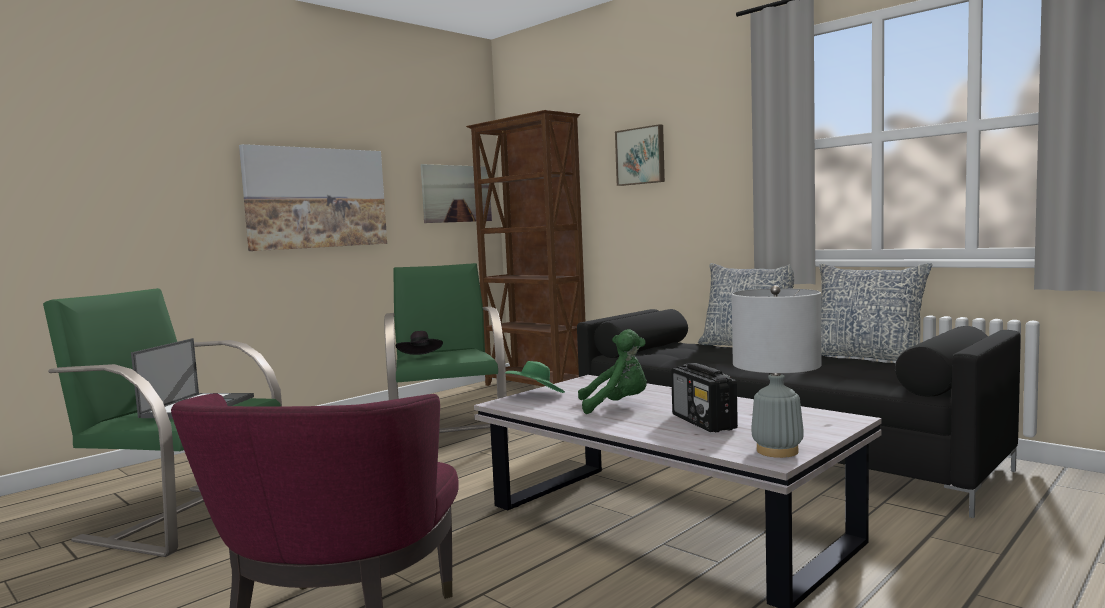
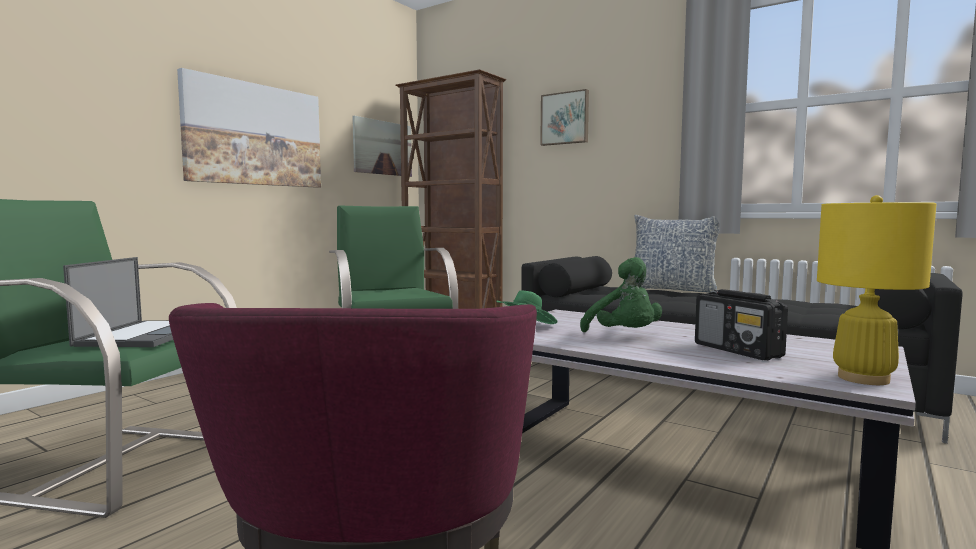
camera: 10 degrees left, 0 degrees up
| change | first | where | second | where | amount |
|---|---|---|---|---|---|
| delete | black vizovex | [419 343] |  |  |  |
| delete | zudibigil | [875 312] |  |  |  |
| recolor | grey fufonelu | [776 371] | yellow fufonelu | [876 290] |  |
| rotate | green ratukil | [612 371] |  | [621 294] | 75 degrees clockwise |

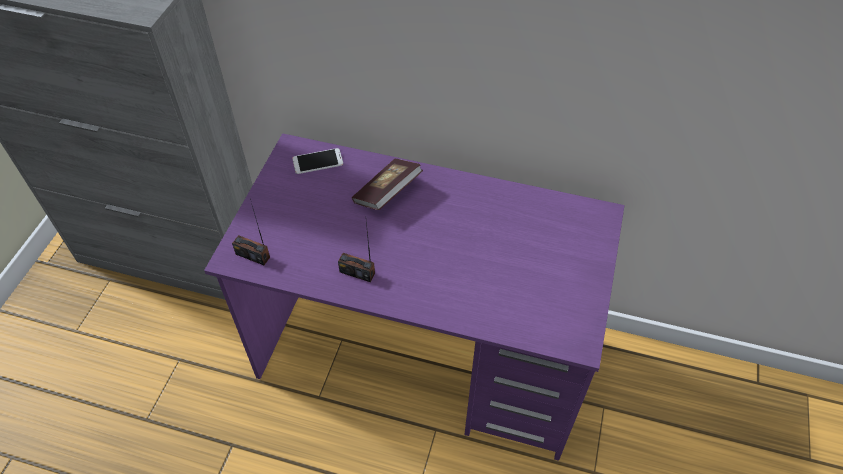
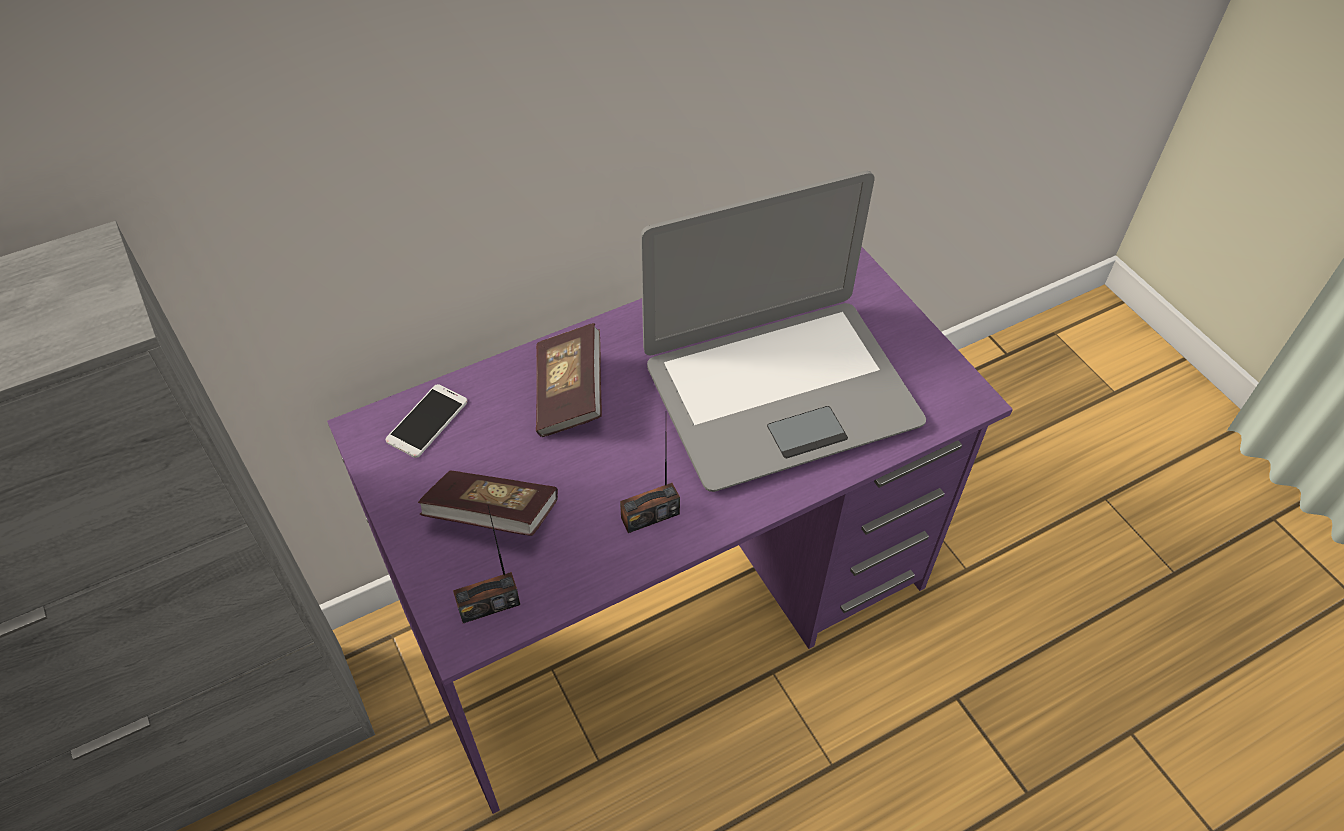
camera: 45 degrees left, 0 degrees up
| change | first | where | second | where | amount |
|---|---|---|---|---|---|
| insert |  |  | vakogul | [488 503] |  |
| insert |  |  | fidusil | [783 331] |  |

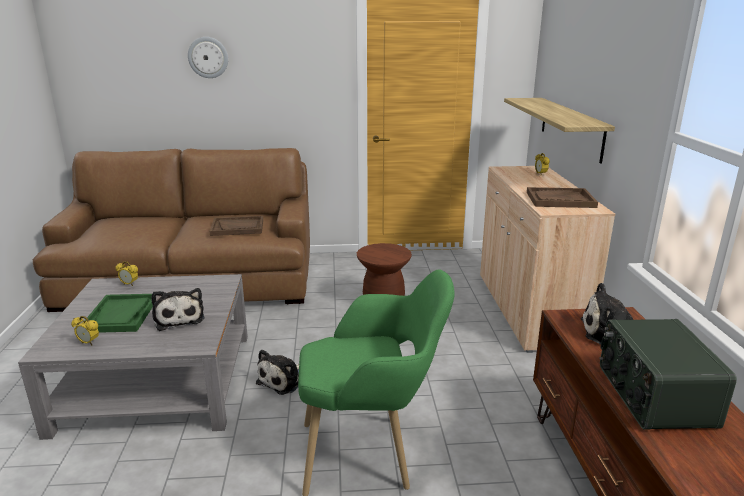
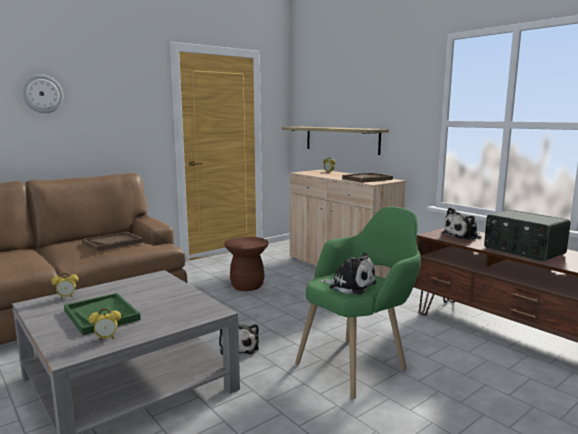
camera: 35 degrees left, 10 degrees down
| change | first | where | second | where | amount |
|---|---|---|---|---|---|
| move | ratukil | [177 309] |  | [347 273] |  |

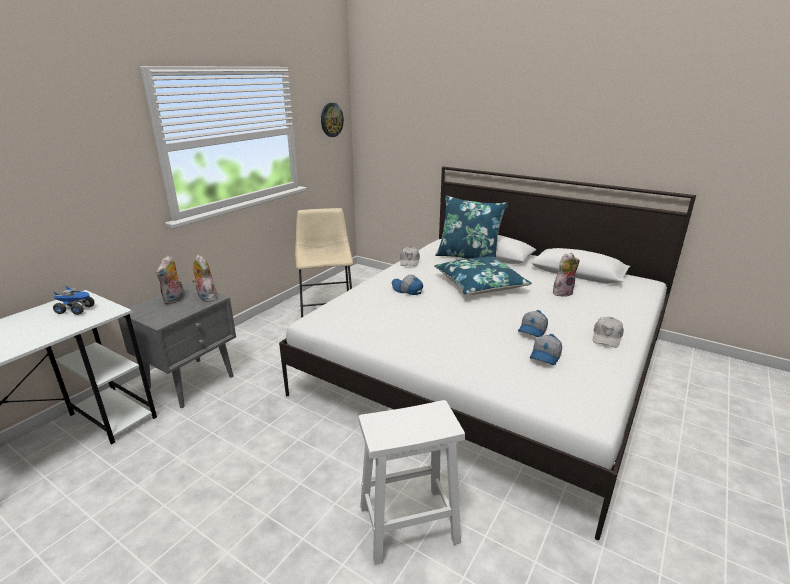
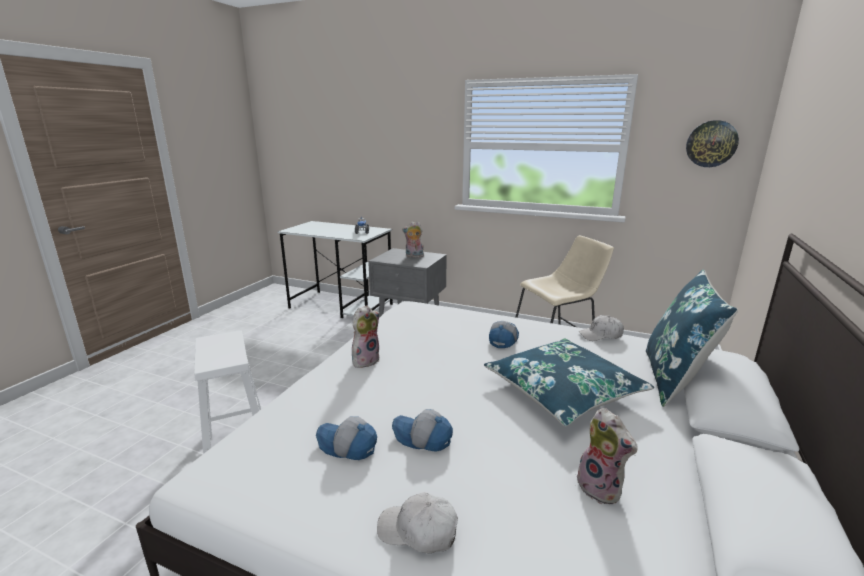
camera: 80 degrees right, 5 degrees down
| change | first | where | second | where | amount |
|---|---|---|---|---|---|
| move | ratukil | [204 278] |  | [366 336] |  |

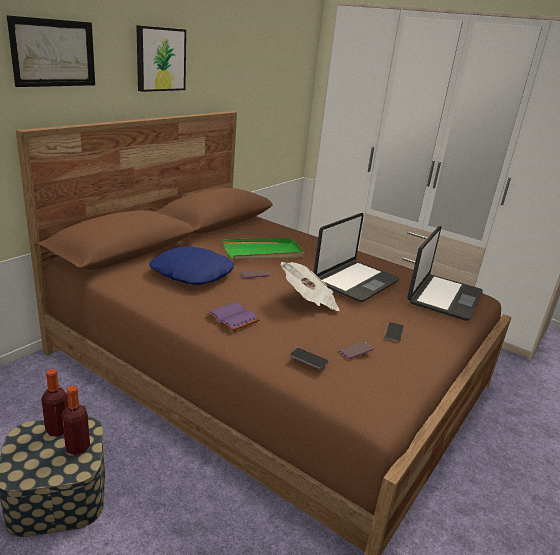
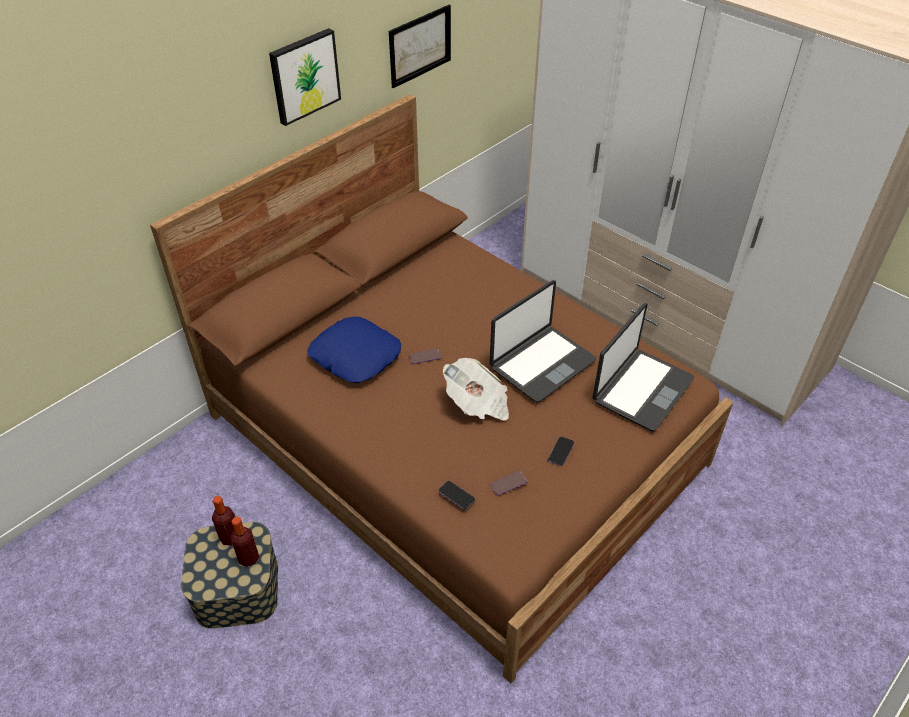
camera: 10 degrees right, 20 degrees up
| change | first | where | second | where | amount |
|---|---|---|---|---|---|
| delete | purple vakogul | [233 316] |  |  |  |
| delete | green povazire | [264 248] |  |  |  |
| move | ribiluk | [51 51] |  | [420 46] |  |

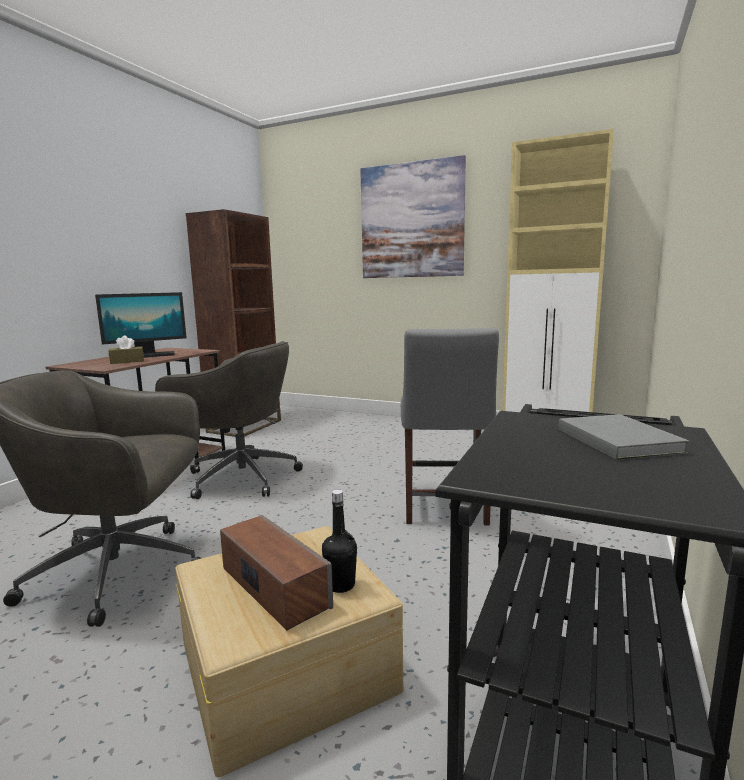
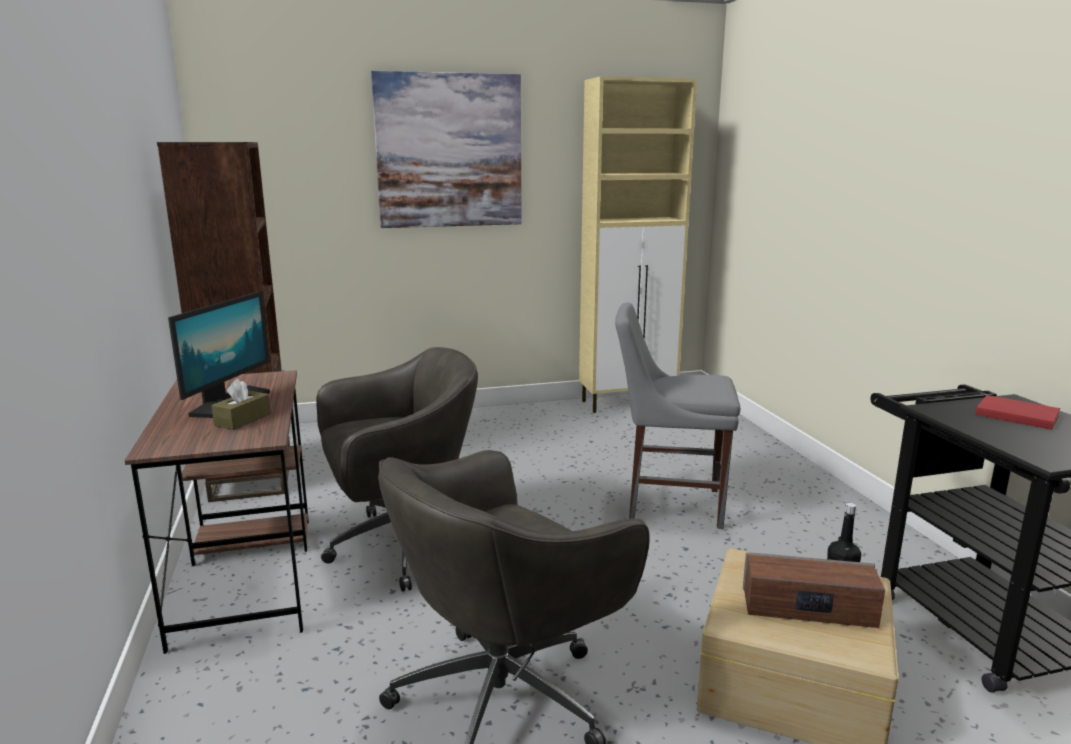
camera: 40 degrees left, 5 degrees up
| change | first | where | second | where | amount |
|---|---|---|---|---|---|
| recolor | grey vakogul | [624 437] | red vakogul | [1017 412] |  |
| rotate | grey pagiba | [450 426] |  | [677 416] | 135 degrees clockwise |

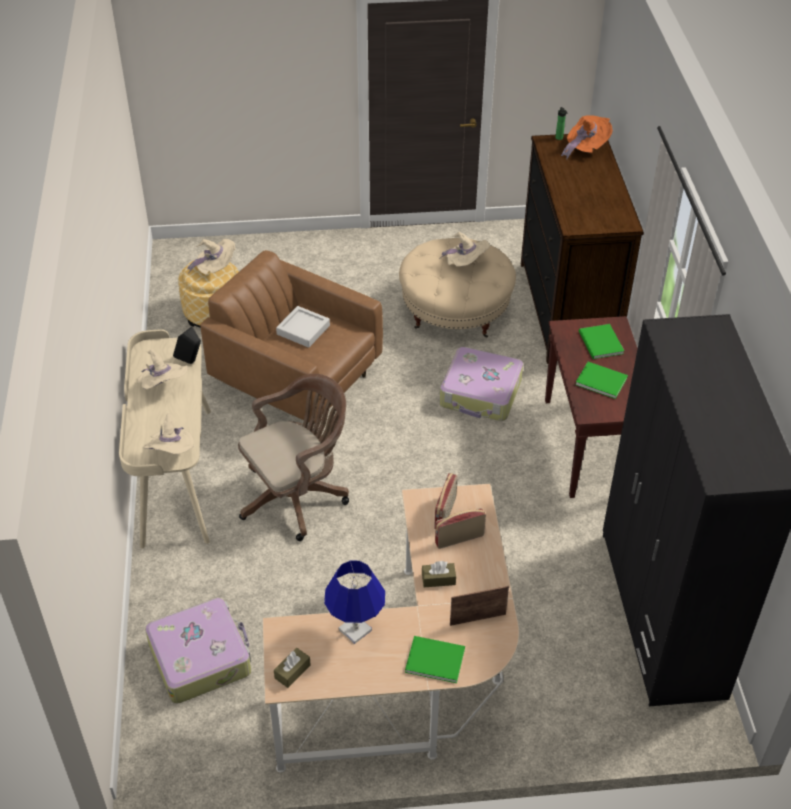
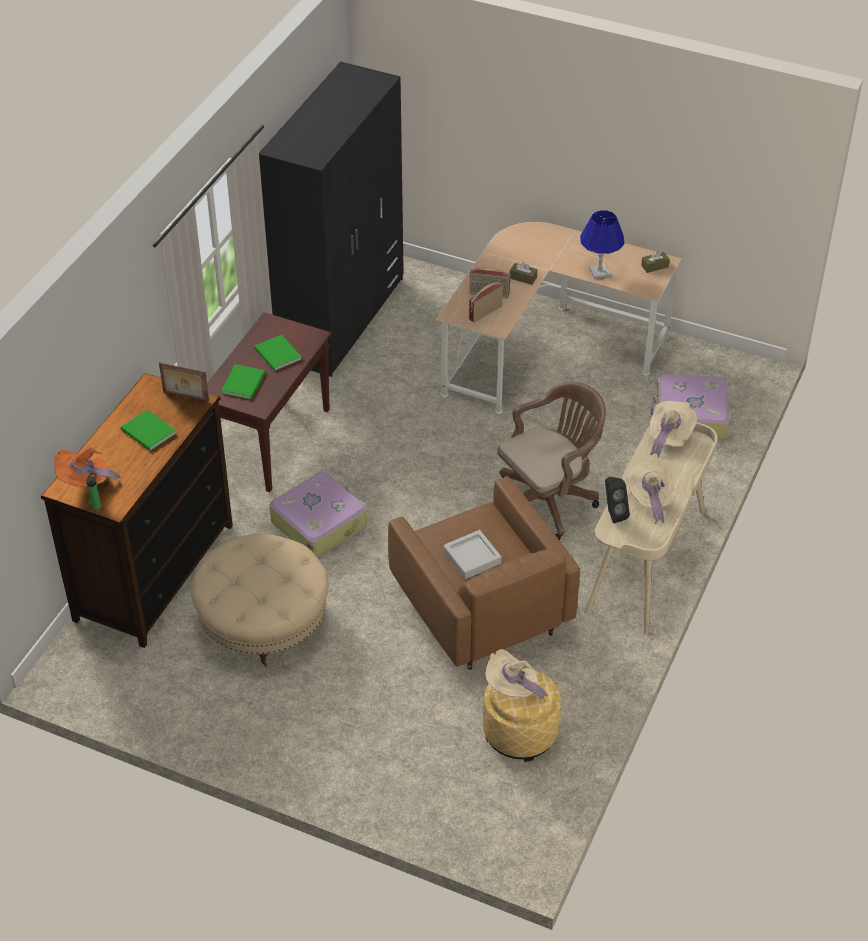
camera: 150 degrees left, 0 degrees up
| change | first | where | second | where | amount |
|---|---|---|---|---|---|
| delete | beige vizovex | [464 249] |  |  |  |
| move | green vakogul | [435 659] |  | [149 430] |  |
| move | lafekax | [479 606] |  | [184 382] |  |
| rotate | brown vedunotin | [293 457] |  | [551 461] | 150 degrees clockwise |

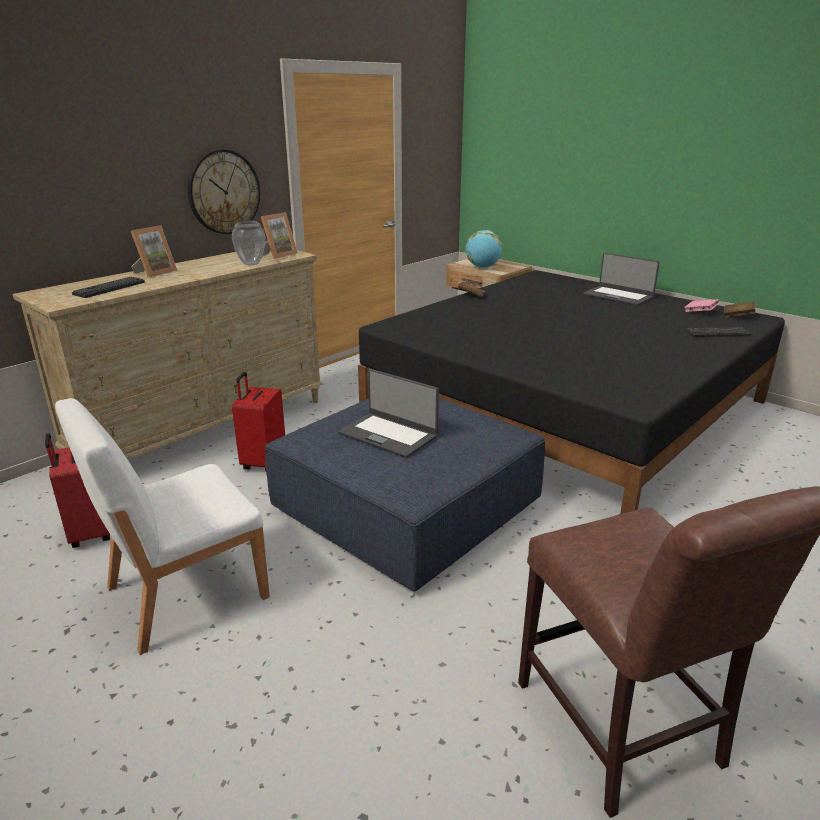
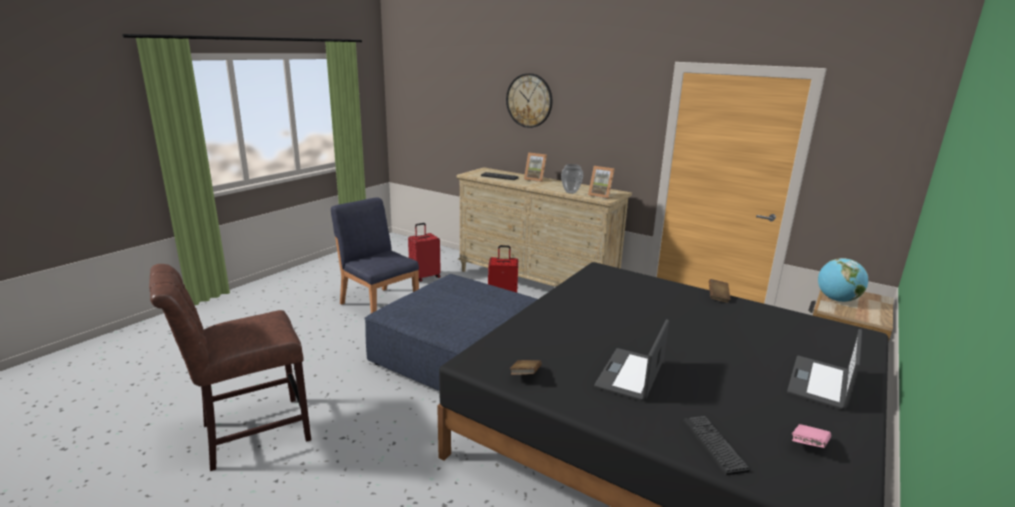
camera: 80 degrees right, 5 degrees down
| change | first | where | second | where | amount |
|---|---|---|---|---|---|
| move | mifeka | [224 191] |  | [529 100] |  |
| move | fidusil | [388 413] |  | [631 360] |  |
| move | brown vakogul | [740 309] |  | [526 367] |  |
| recolor | white pagiba | [162 526] | blue pagiba | [375 255] |  |

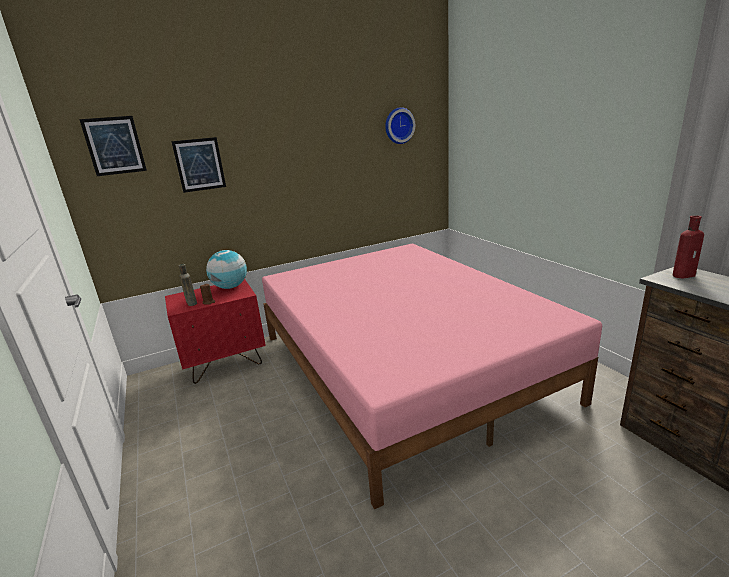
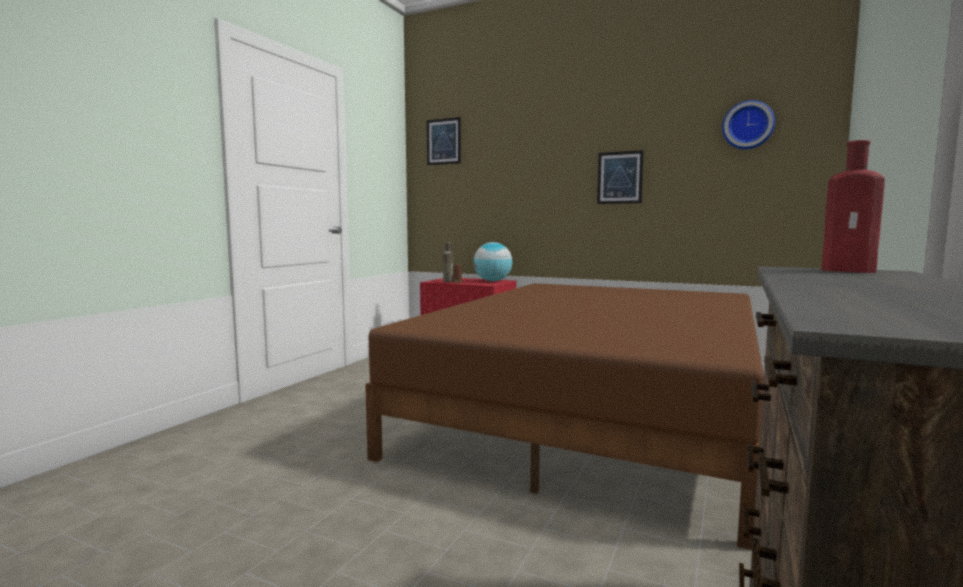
camera: 50 degrees right, 15 degrees down
| change | first | where | second | where | amount |
|---|---|---|---|---|---|
| move | ribiluk | [198 165] |  | [620 177] |  |
| recolor | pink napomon | [432 376] | brown napomon | [564 416] |  |

